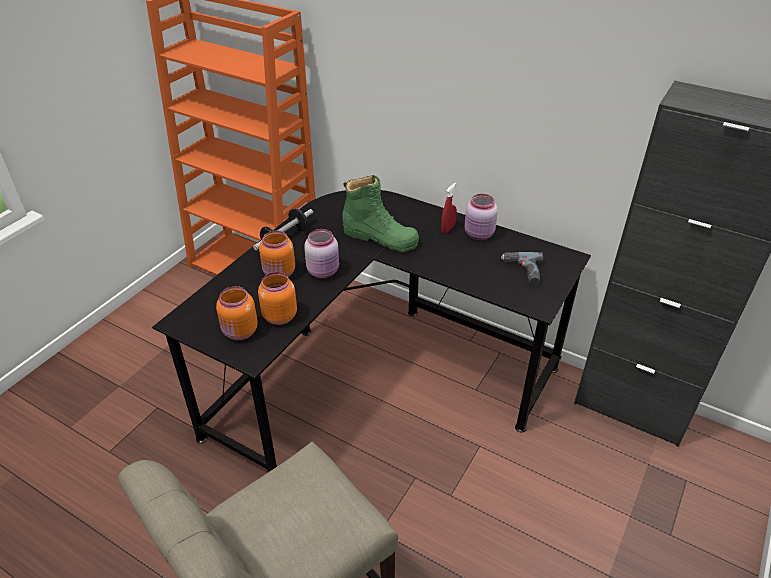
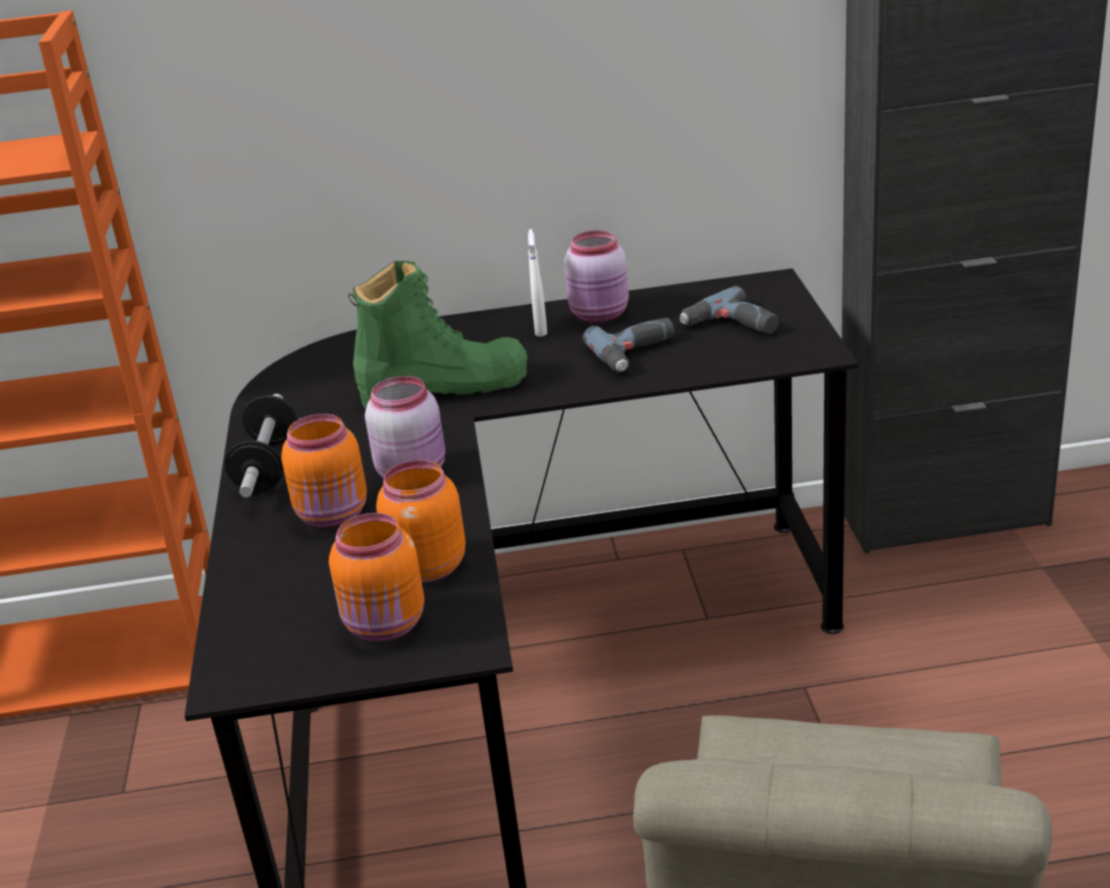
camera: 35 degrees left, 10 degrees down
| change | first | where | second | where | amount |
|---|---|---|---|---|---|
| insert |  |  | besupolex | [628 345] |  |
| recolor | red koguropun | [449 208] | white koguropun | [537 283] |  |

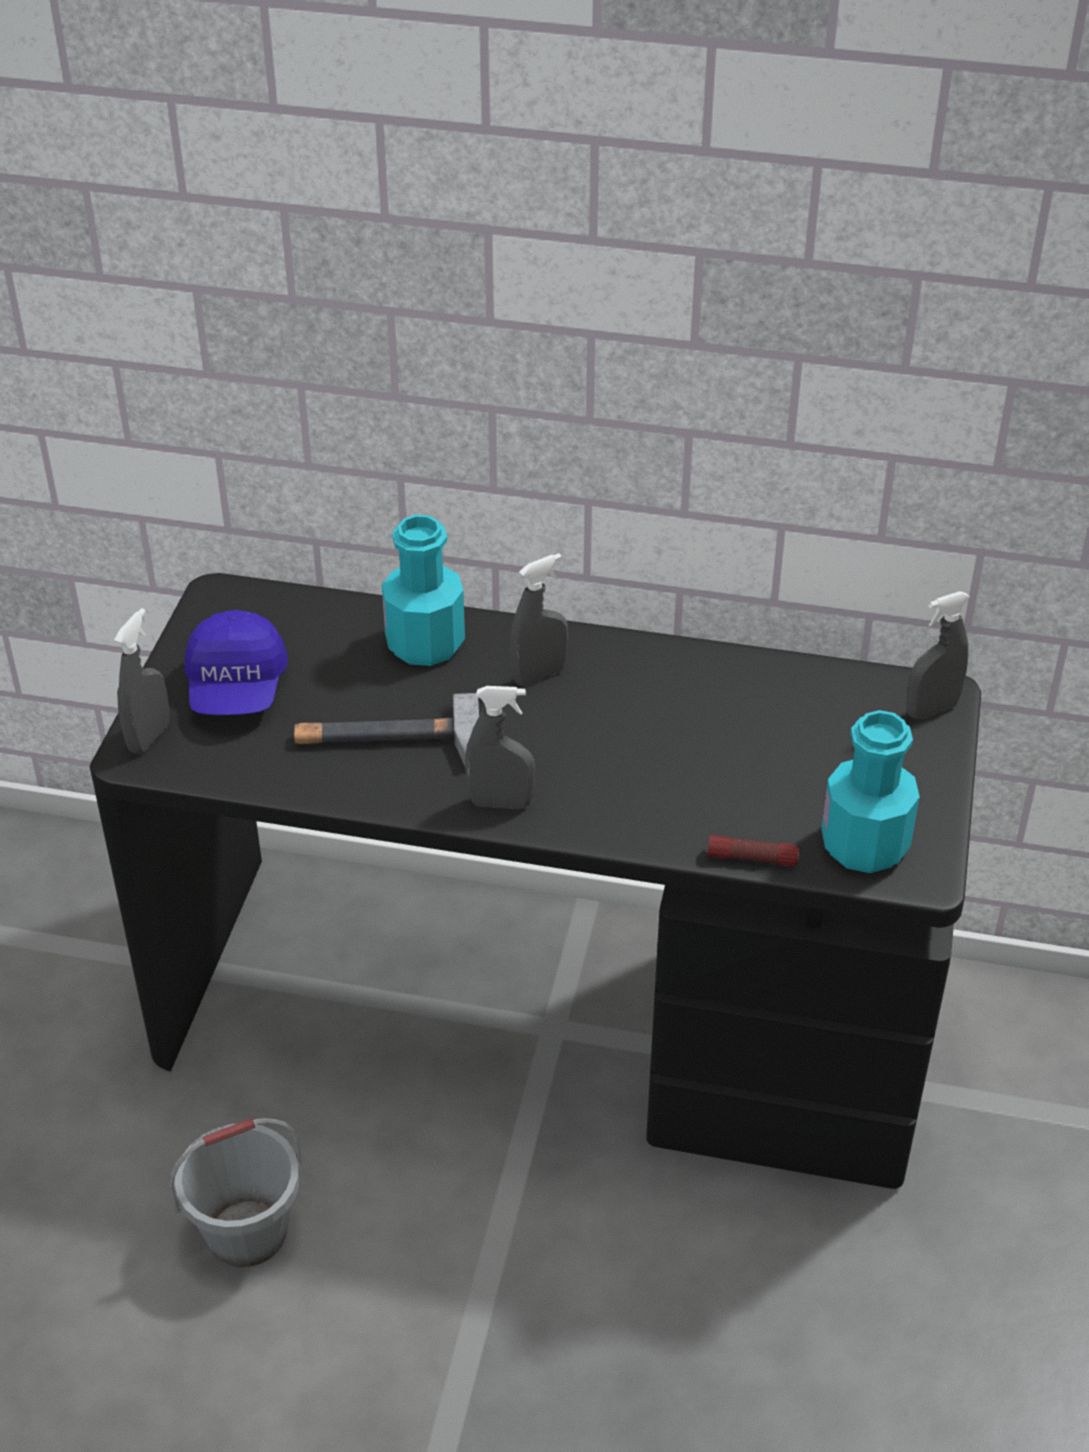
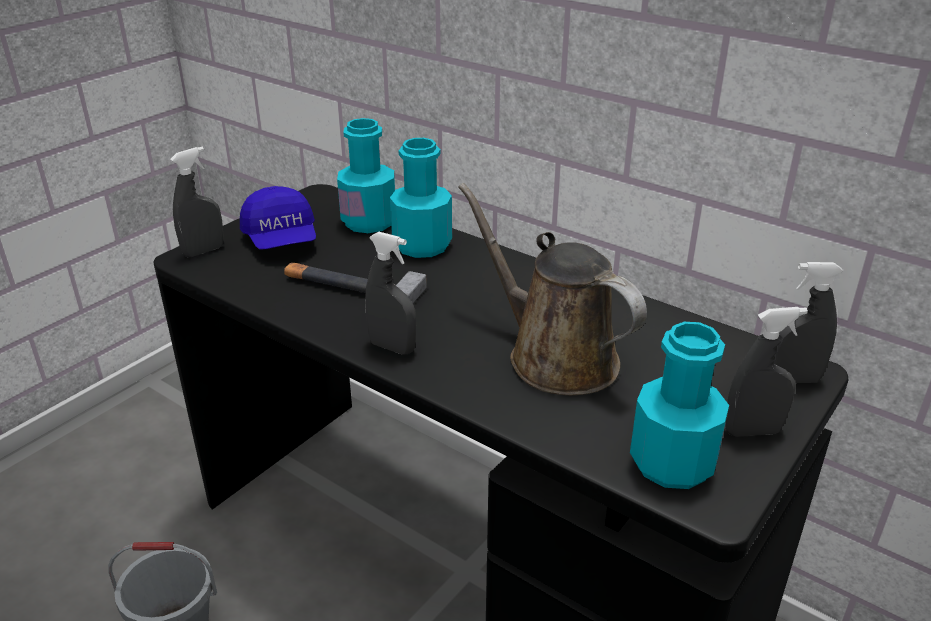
camera: 25 degrees right, 10 degrees down
| change | first | where | second | where | amount |
|---|---|---|---|---|---|
| delete | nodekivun | [753 850] |  |  |  |
| insert |  |  | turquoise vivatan | [366 175] |  |
| insert |  |  | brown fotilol | [552 289] |  |
| move | grey koguropun | [538 619] |  | [766 372] |  |
| rotate | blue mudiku | [236 662] |  | [278 217] | 45 degrees counterclockwise |

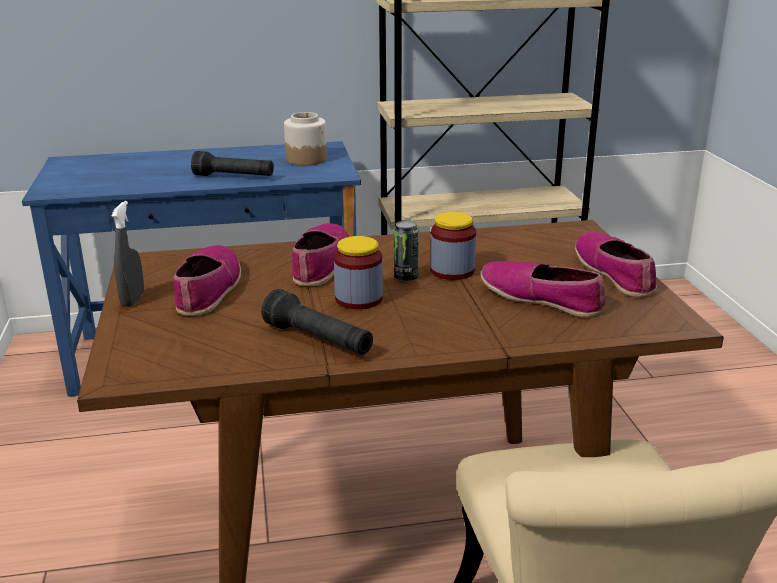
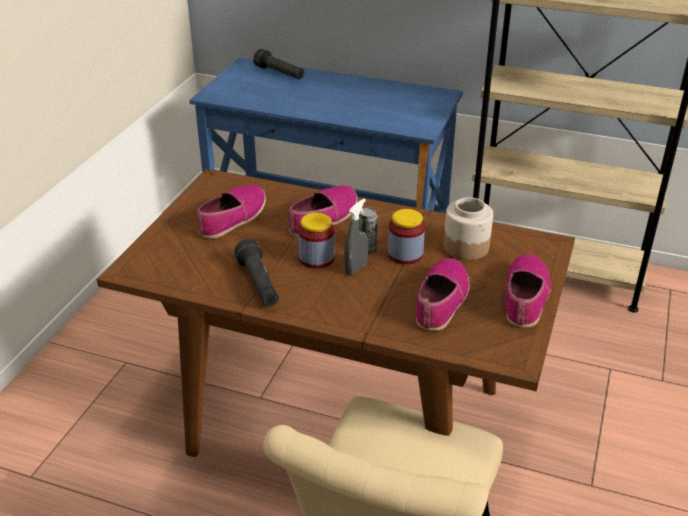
camera: 30 degrees right, 10 degrees up
| change | first | where | second | where | amount |
|---|---|---|---|---|---|
| move | grey koguropun | [127 254] |  | [356 237] |  |
| move | black nodekivun | [232 163] |  | [278 64] |  |
| move | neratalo | [305 139] |  | [468 228] |  |
| rotate | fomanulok | [543 289] |  | [442 294] | 45 degrees clockwise |

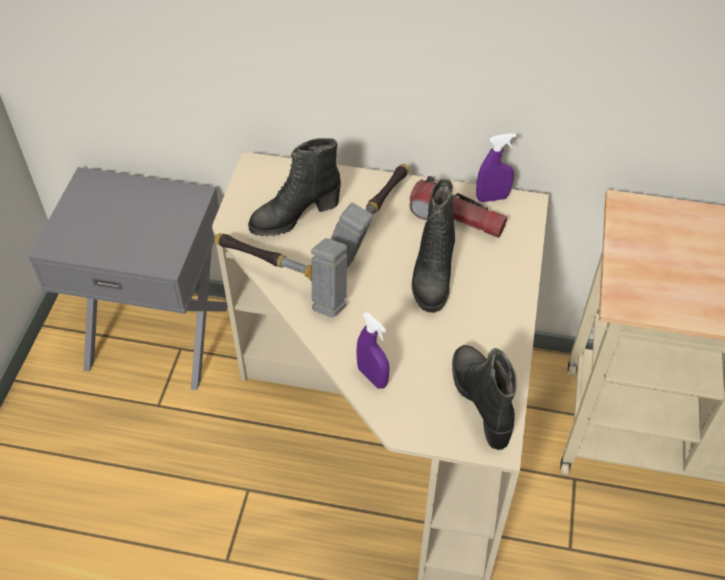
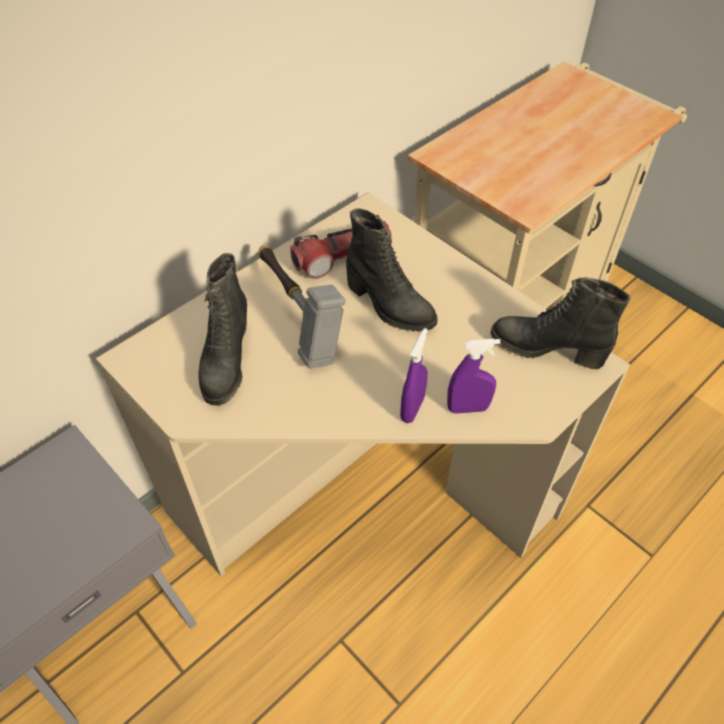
camera: 55 degrees left, 0 degrees up
| change | first | where | second | where | amount |
|---|---|---|---|---|---|
| delete | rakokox | [280 275] |  |  |  |
| move | purple koguropun | [496 167] |  | [414 375] |  |

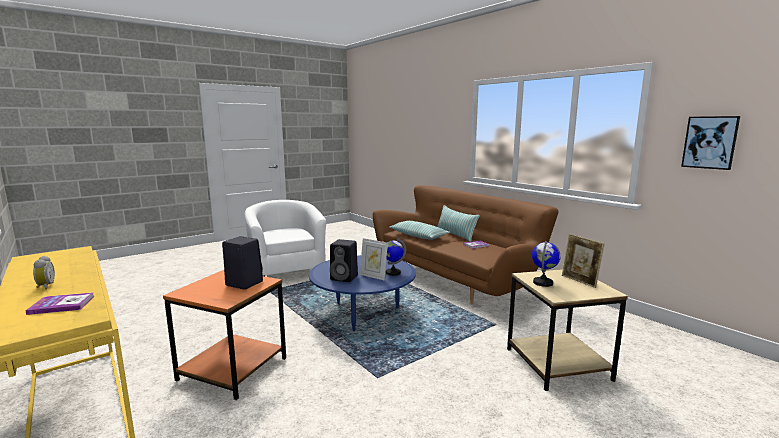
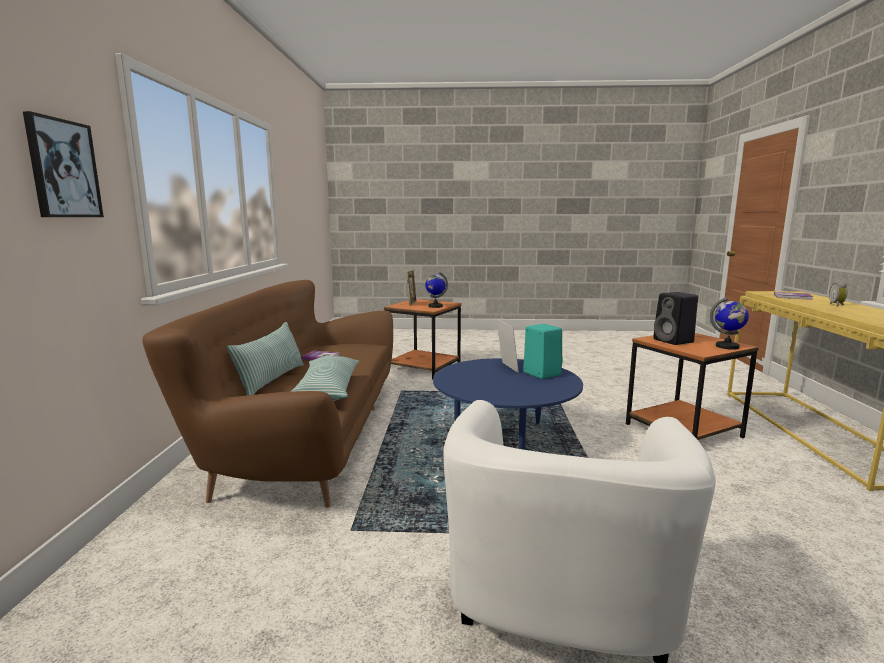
camera: 140 degrees left, 0 degrees up
| change | first | where | second | where | amount |
|---|---|---|---|---|---|
| move | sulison | [396 257] |  | [729 323] |  |
| move | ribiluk | [710 143] |  | [63 164] |  |
| recolor | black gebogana | [344 260] | turquoise gebogana | [543 351] |  |
| recolor | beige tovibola | [567 330] | orange tovibola | [422 339] |  |

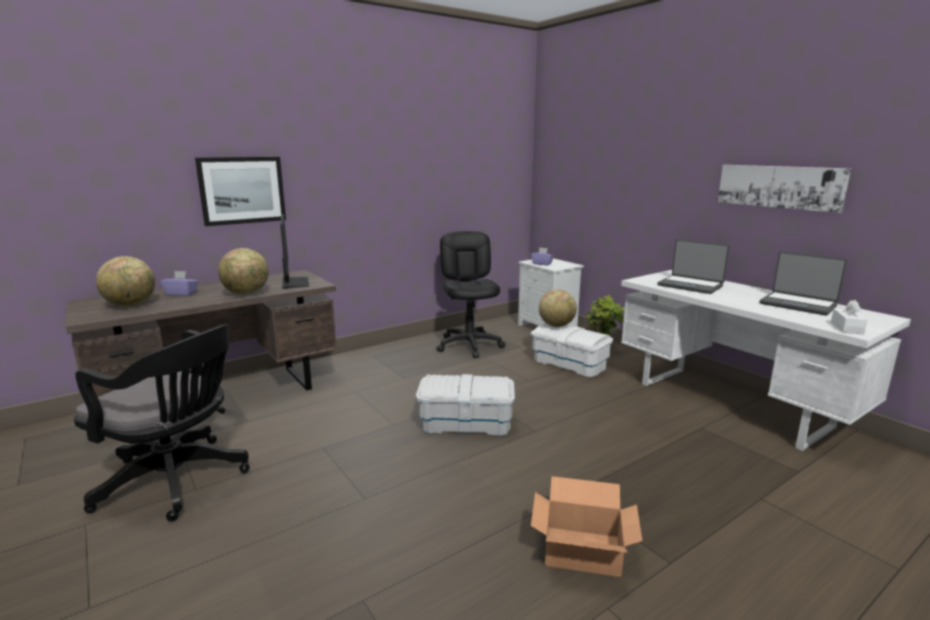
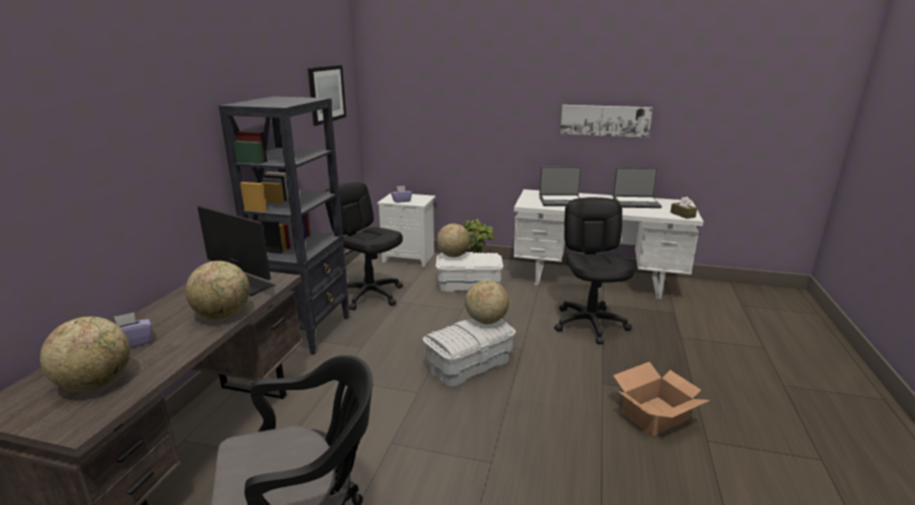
camera: 40 degrees left, 5 degrees up
| change | first | where | second | where | amount |
|---|---|---|---|---|---|
| insert |  |  | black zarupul | [283 225] |  |
| insert |  |  | sulison | [487 302] |  |
| insert |  |  | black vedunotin | [594 270] |  |
| move | ribiluk | [240 191] |  | [327 95] |  |
| recolor | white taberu | [849 317] | brown taberu | [683 207] |  |

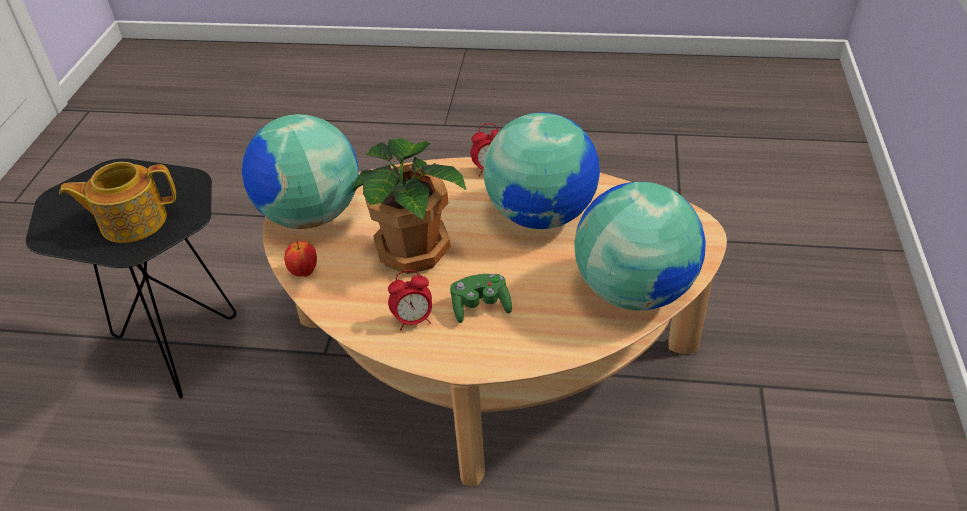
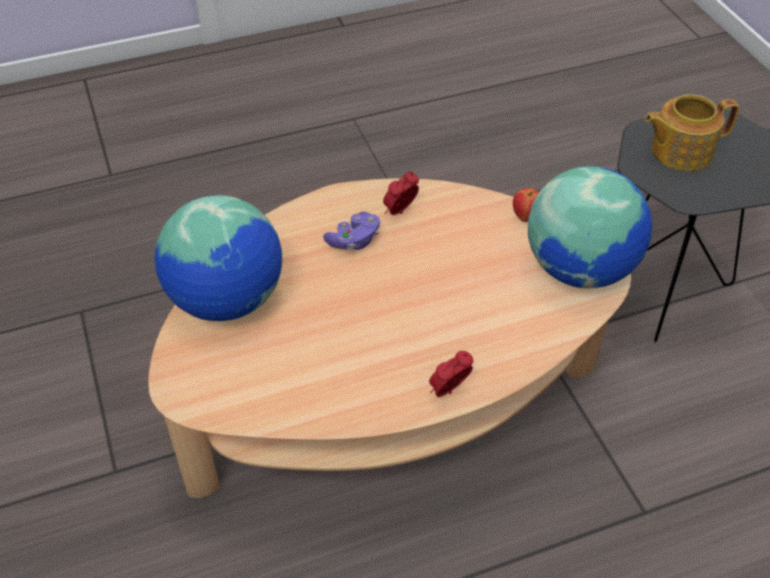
camera: 150 degrees right, 5 degrees up
| change | first | where | second | where | amount |
|---|---|---|---|---|---|
| delete | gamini | [409 206] |  |  |  |
| delete | sulison | [541 170] |  |  |  |
| recolor | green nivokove | [481 298] | purple nivokove | [351 231] |  |
| rotate | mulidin | [117 202] |  | [691 132] | 150 degrees counterclockwise |

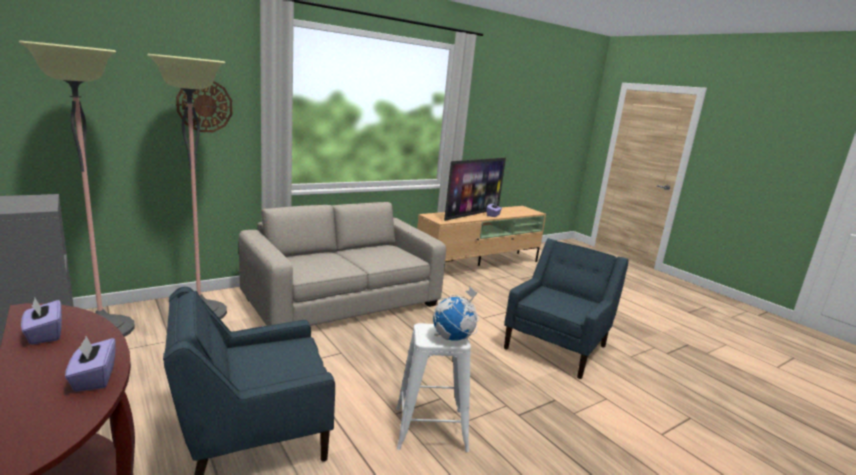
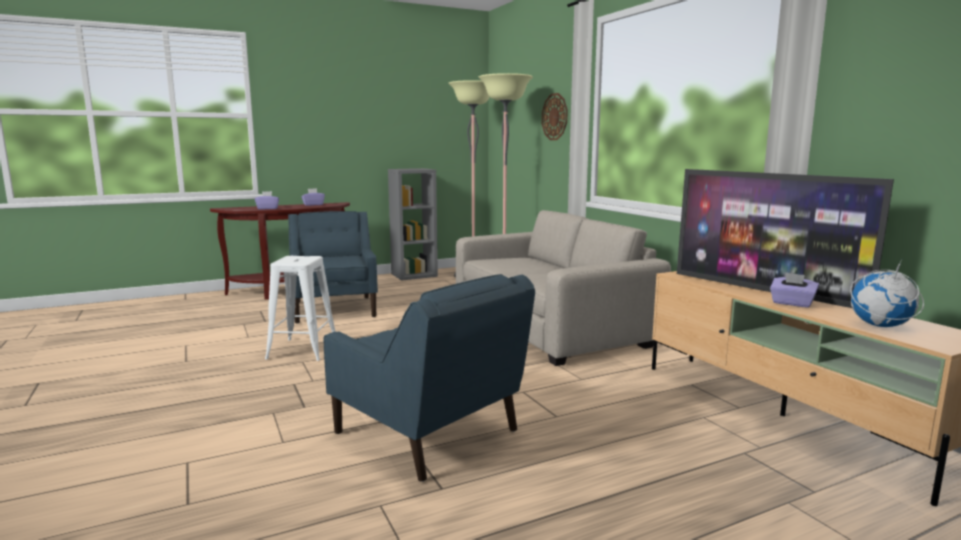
camera: 100 degrees right, 5 degrees down
| change | first | where | second | where | amount |
|---|---|---|---|---|---|
| move | sulison | [456 313] |  | [887 294] |  |

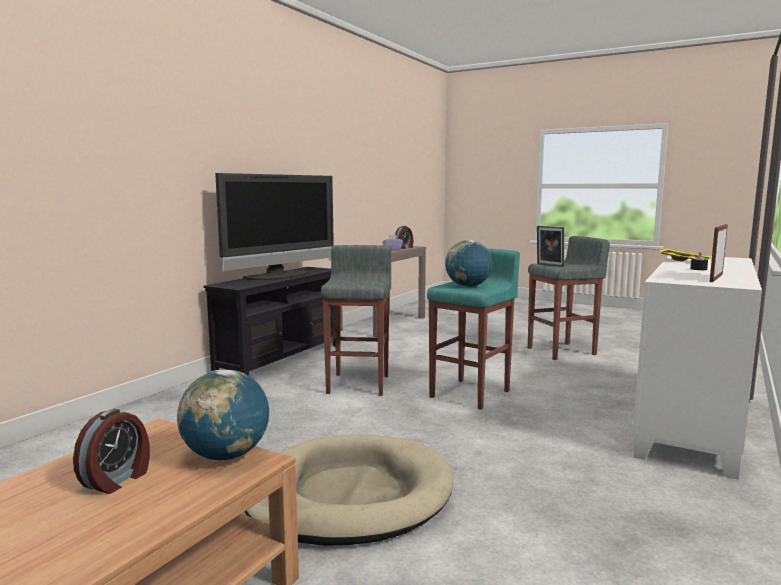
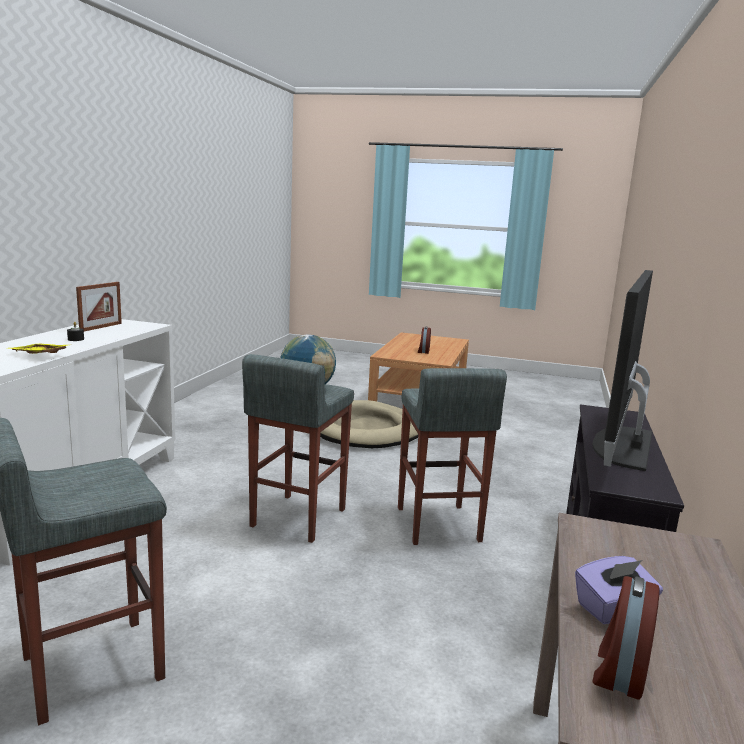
camera: 165 degrees right, 5 degrees up
| change | first | where | second | where | amount |
|---|---|---|---|---|---|
| delete | sulison | [223 415] |  |  |  |
| delete | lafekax | [550 246] |  |  |  |
| recolor | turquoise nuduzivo | [473 329] | grey nuduzivo | [298 448] |  |

